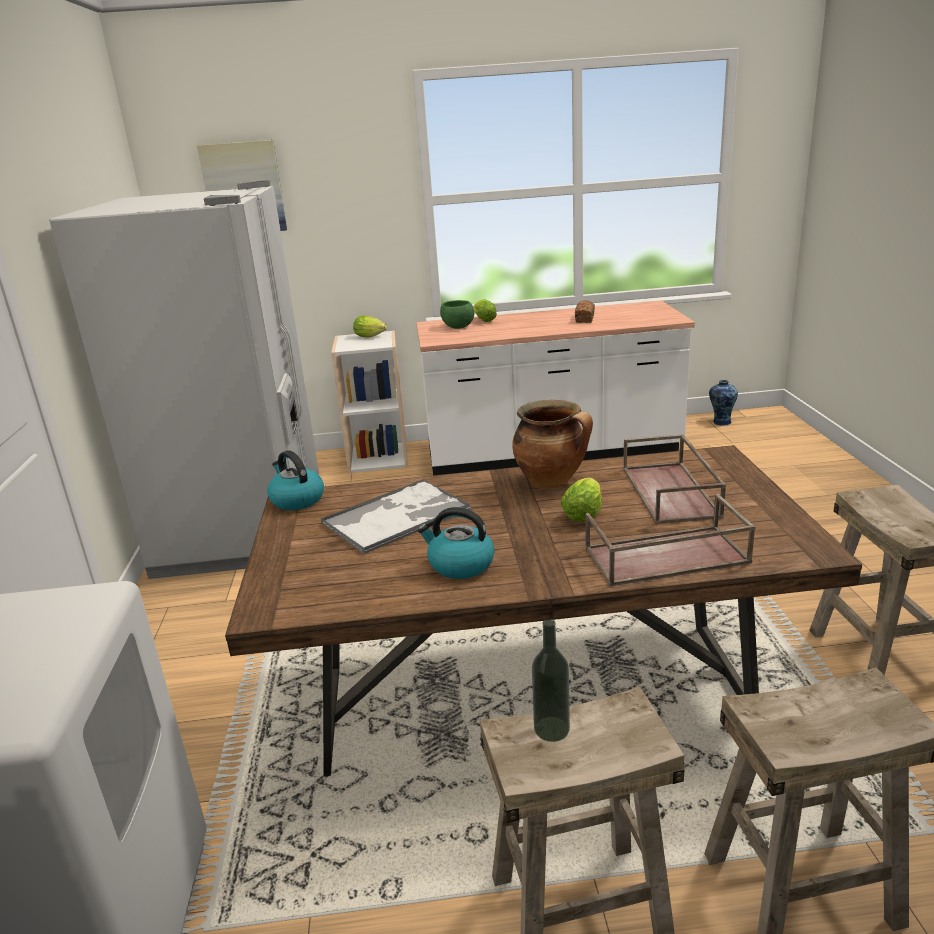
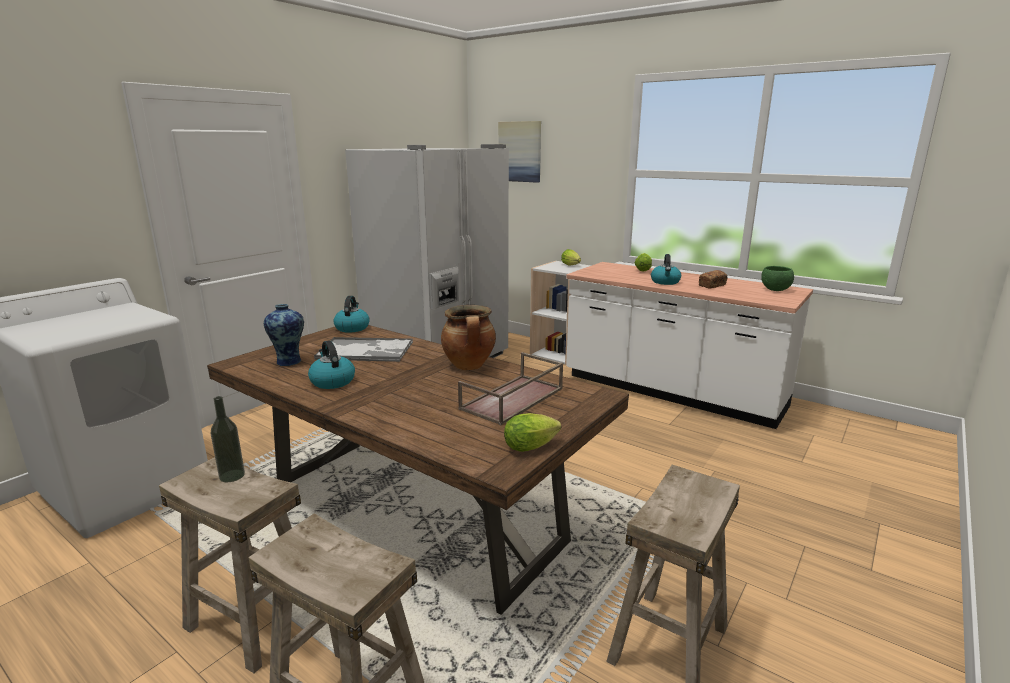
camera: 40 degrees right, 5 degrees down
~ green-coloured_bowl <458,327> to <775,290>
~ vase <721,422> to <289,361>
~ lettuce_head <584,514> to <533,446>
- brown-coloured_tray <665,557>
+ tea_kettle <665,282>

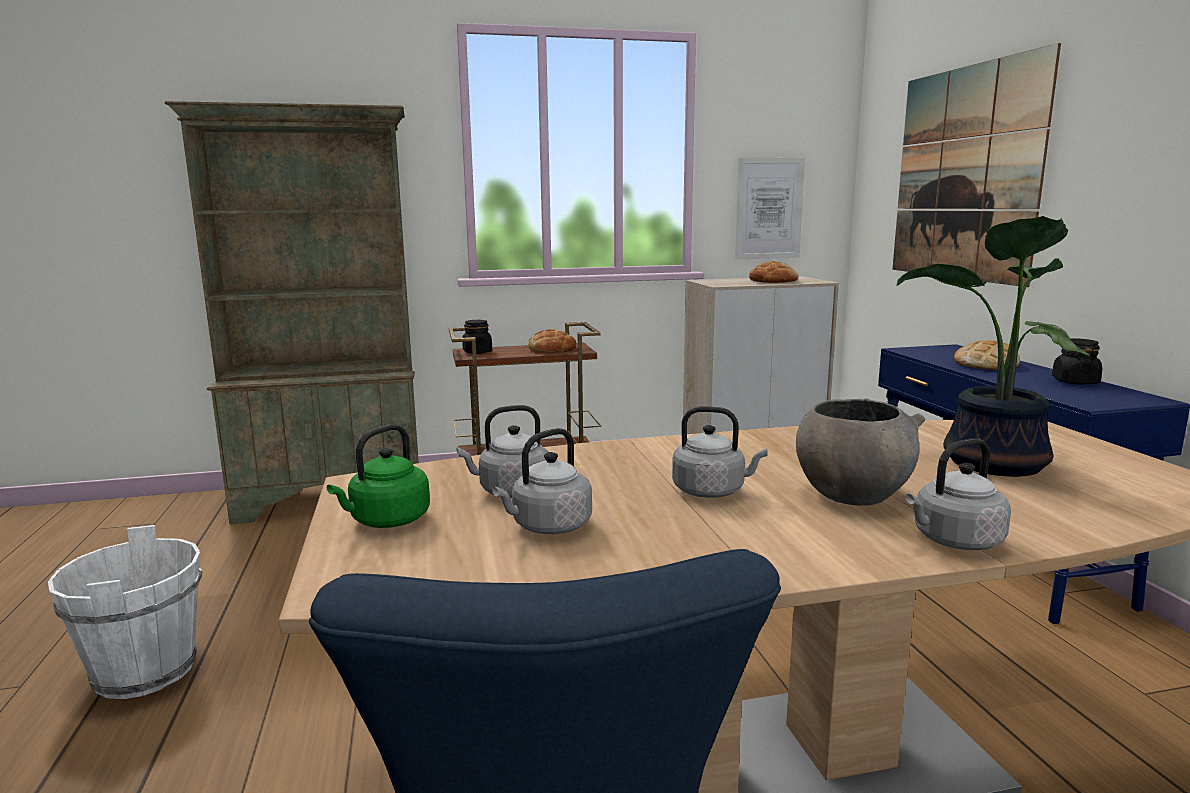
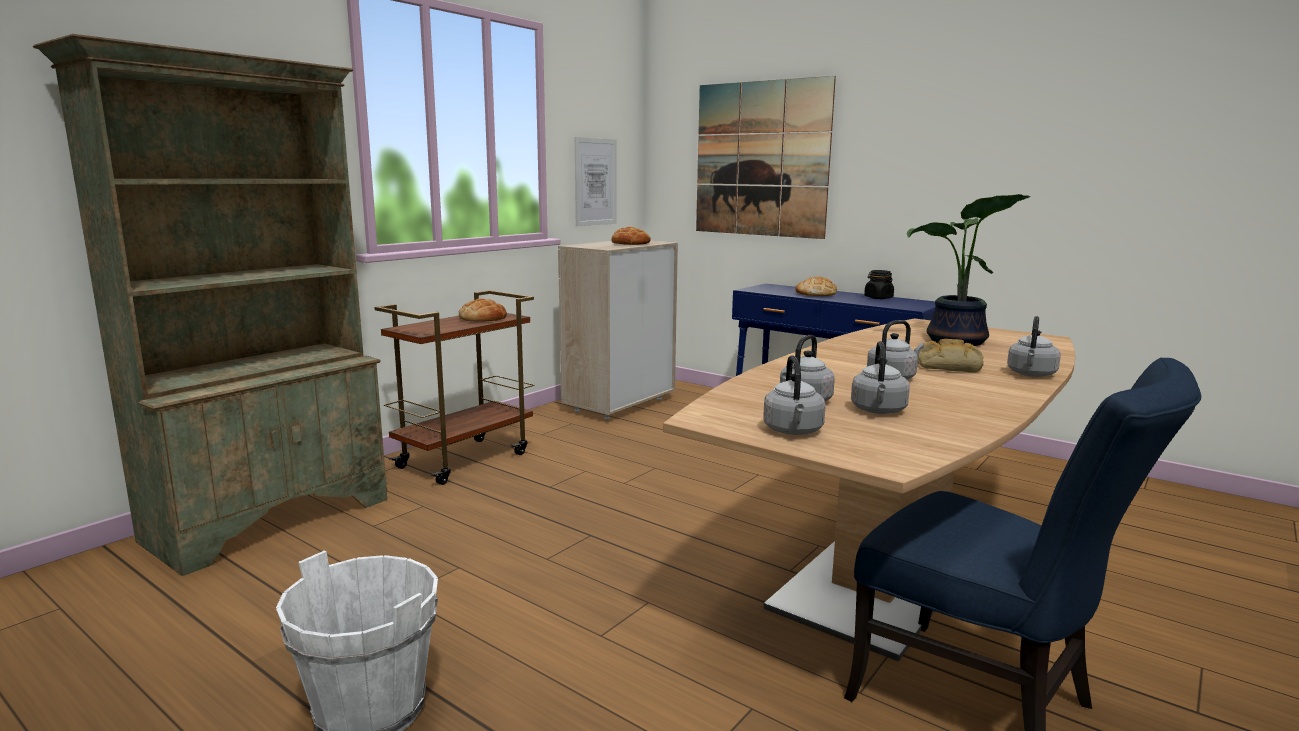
camera: 40 degrees left, 0 degrees up
- blackish_preserve_jar <477,352>
~ greyish_bowl <851,494> to baked_bread <947,366>
~ green-coloured_tea_kettle <386,521> to greyish_tea_kettle <793,431>

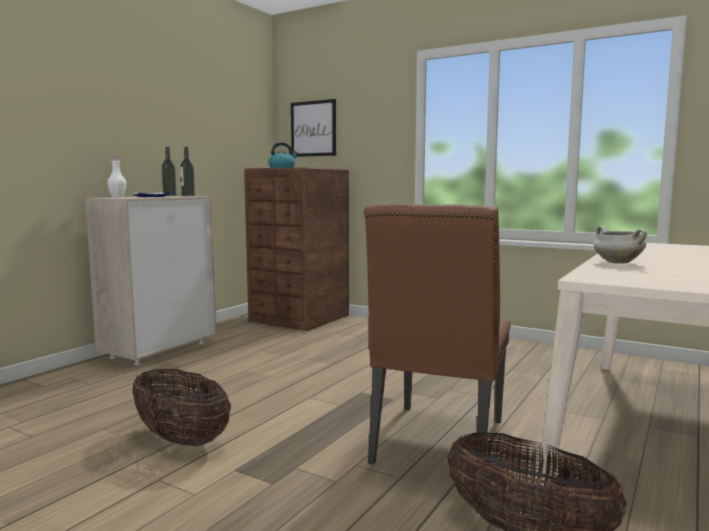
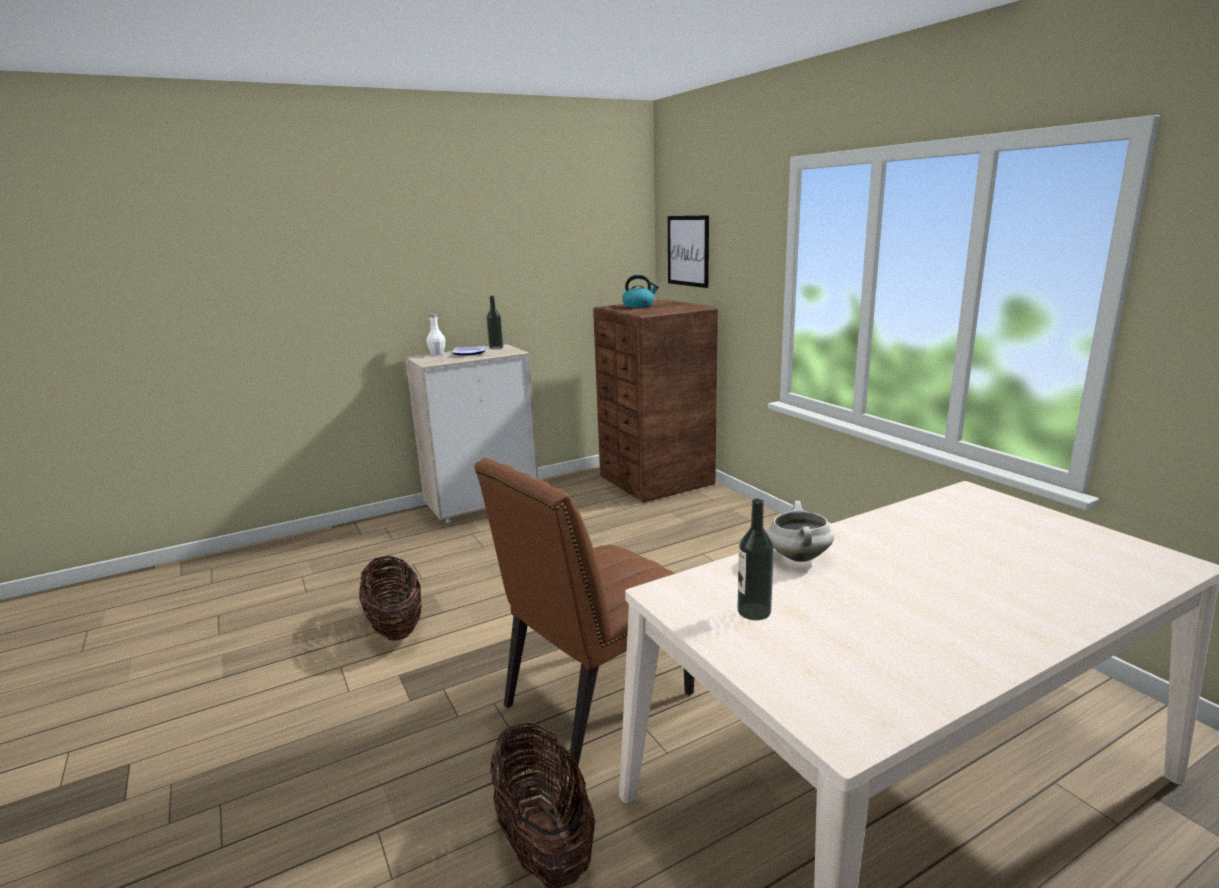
camera: 30 degrees right, 10 degrees up
~ bottle <188,196> to <754,611>

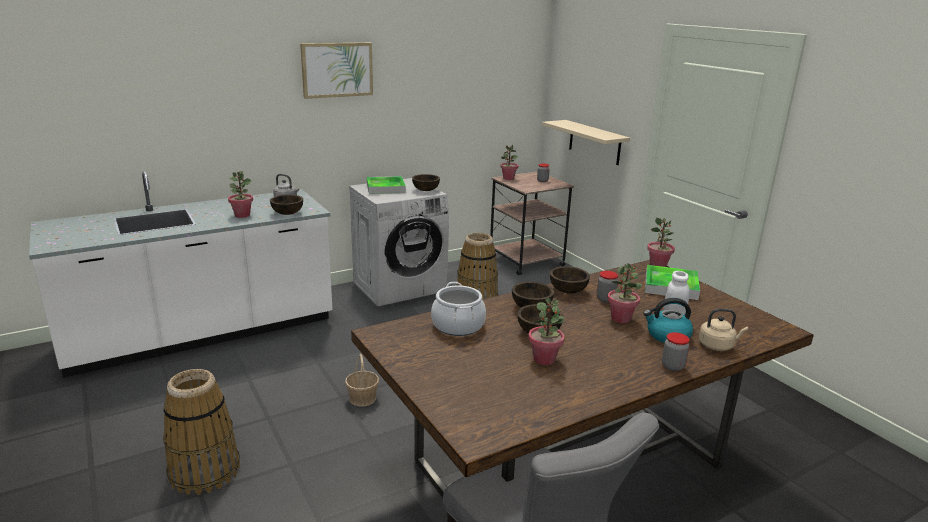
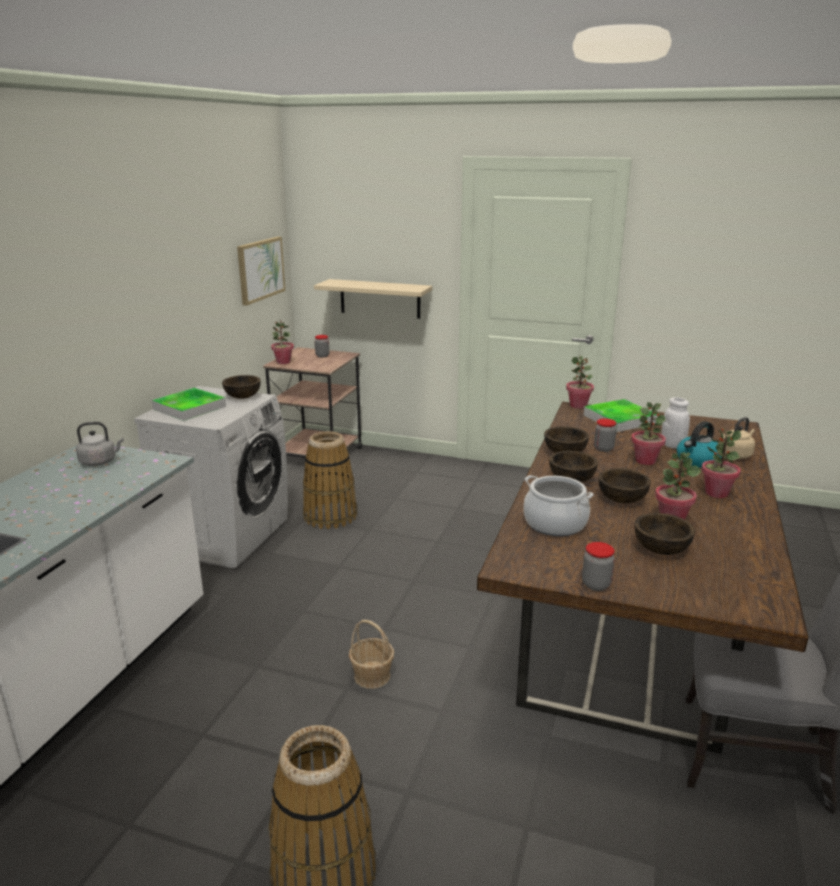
camera: 40 degrees left, 0 degrees up
~ picture <337,70> to <260,269>
~ plant_in_a_pot <242,215> to <716,493>
~ brown-coloured_bowl <288,213> to <661,549>
~ preserve_jar <672,366> to <596,584>

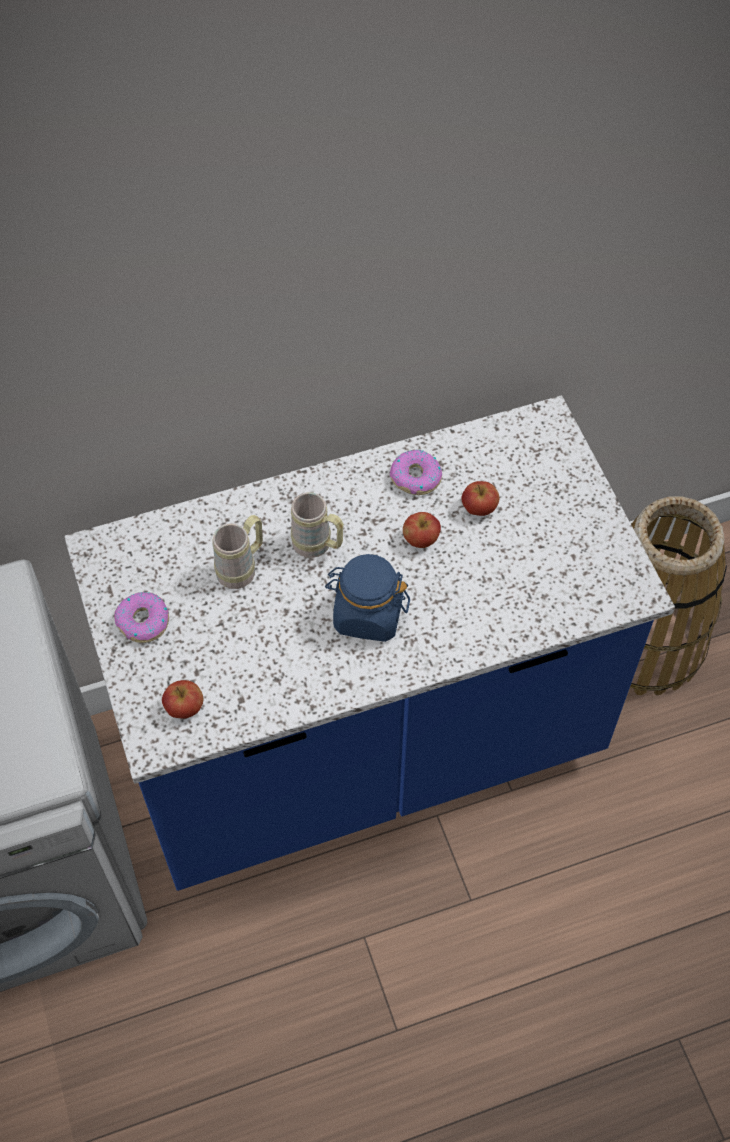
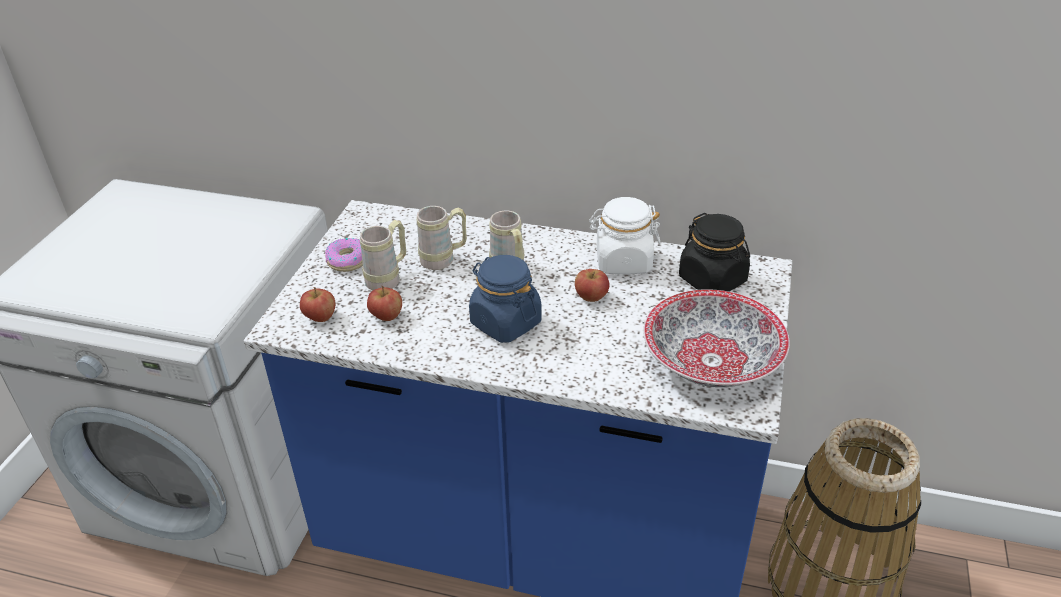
camera: 35 degrees right, 20 degrees down
~ ring_doughnut <415,477> to whitish_preserve_jar <623,261>
~ whole_apple <479,508> to <386,316>
+ blackish_preserve_jar <713,280>
+ sand-coloured_coffee_mug <388,278>
+ bowl <710,361>

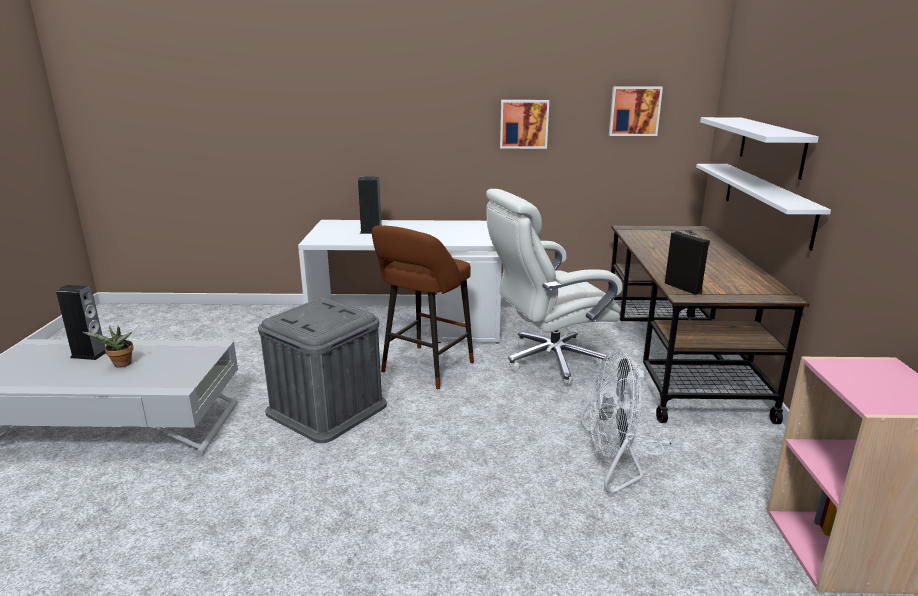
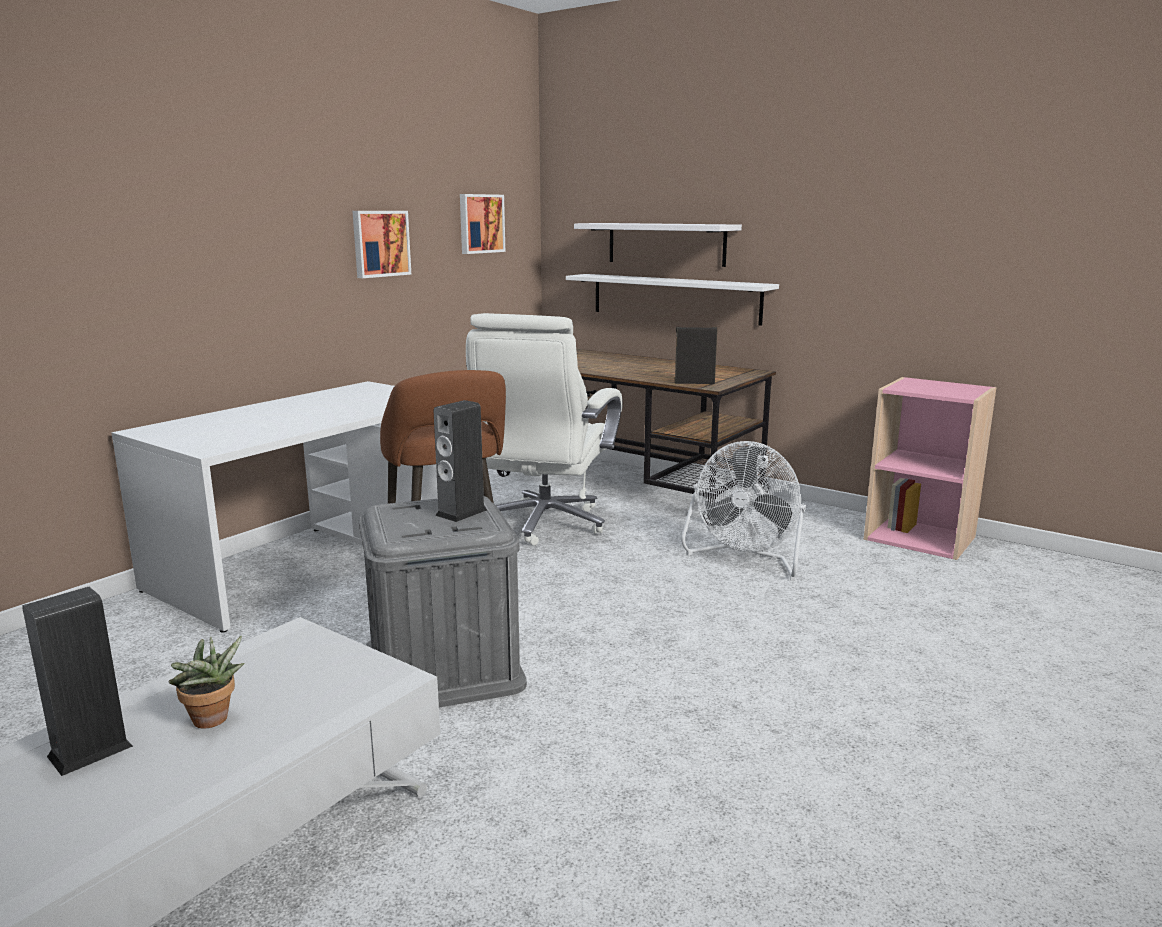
camera: 55 degrees left, 5 degrees down
~ speaker <371,231> to <461,513>

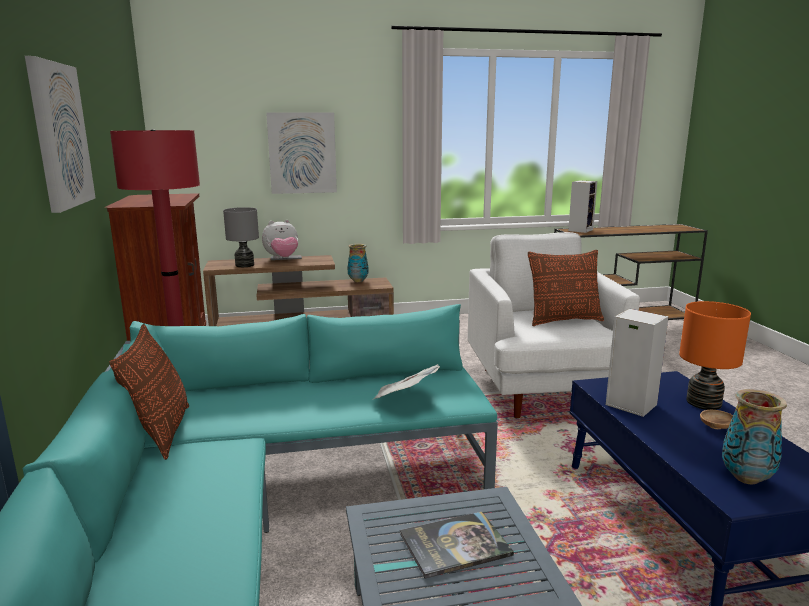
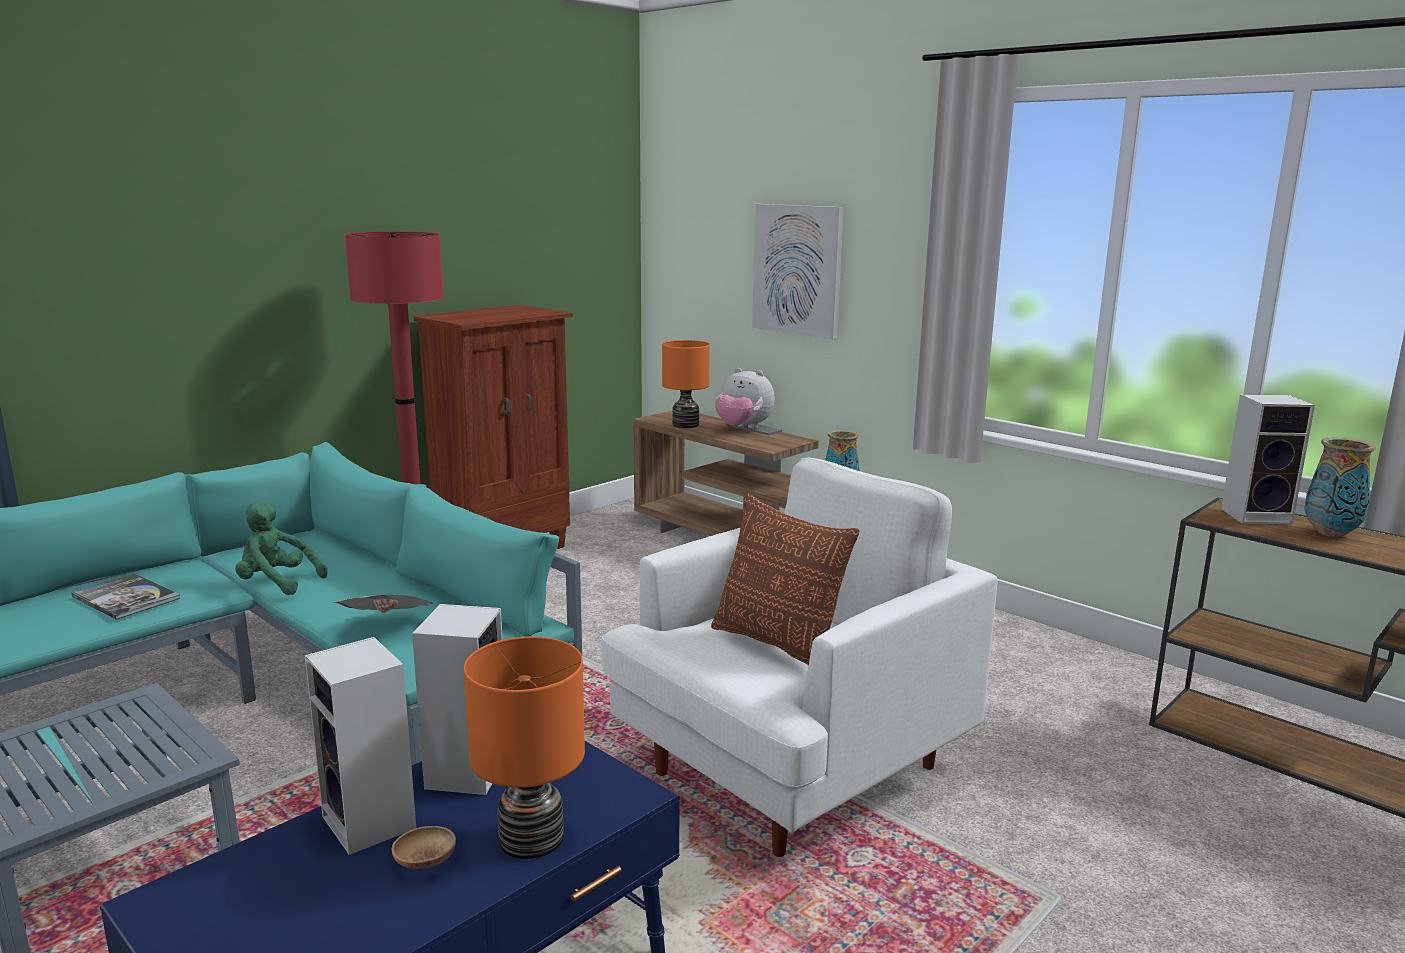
camera: 55 degrees right, 0 degrees up
- picture <59,135>
~ greyish_table_lamp <245,265> to orangey_table_lamp <685,425>
- brown-coloured_pillow <161,433>
~ vase <746,479> to <1330,533>
~ volume <455,545> to <126,598>
+ green-coloured_soft_toy <277,583>
+ speaker <372,824>

